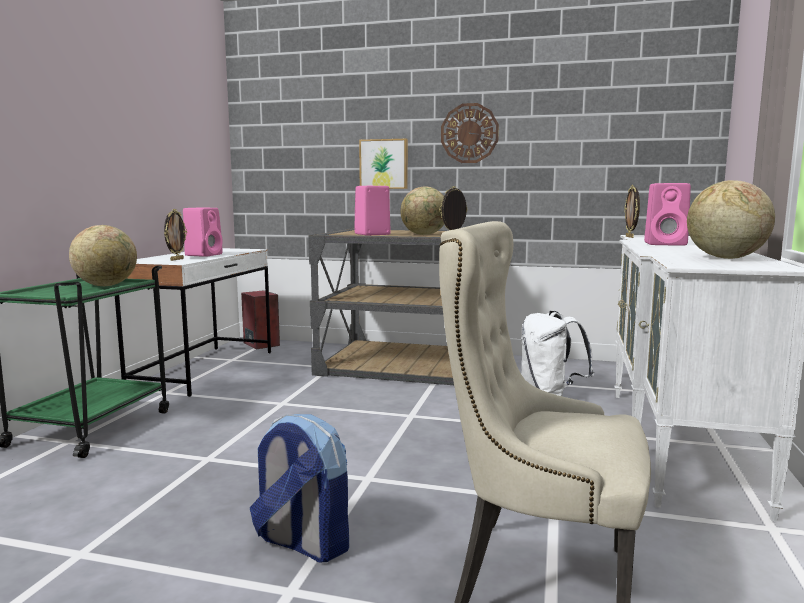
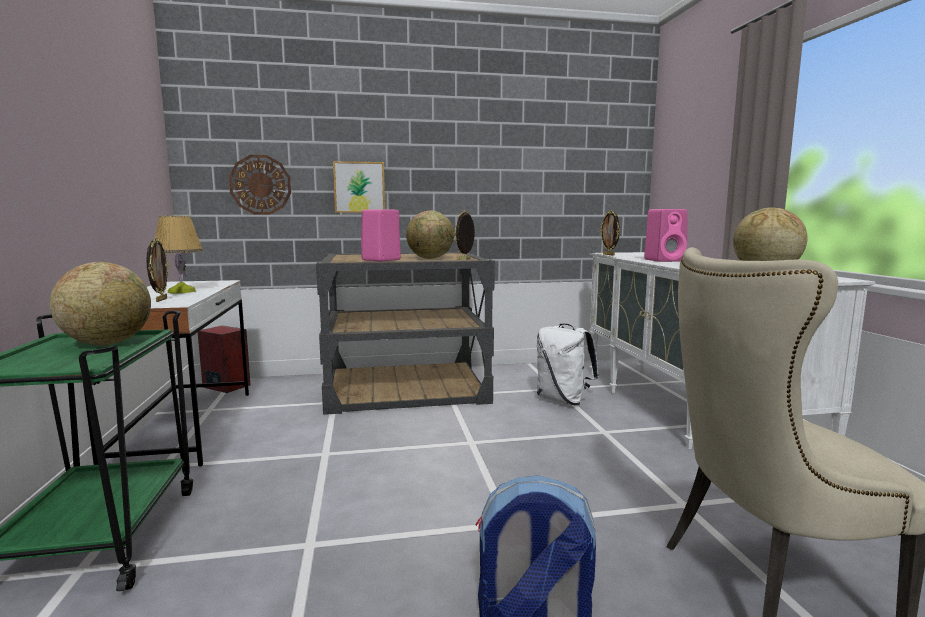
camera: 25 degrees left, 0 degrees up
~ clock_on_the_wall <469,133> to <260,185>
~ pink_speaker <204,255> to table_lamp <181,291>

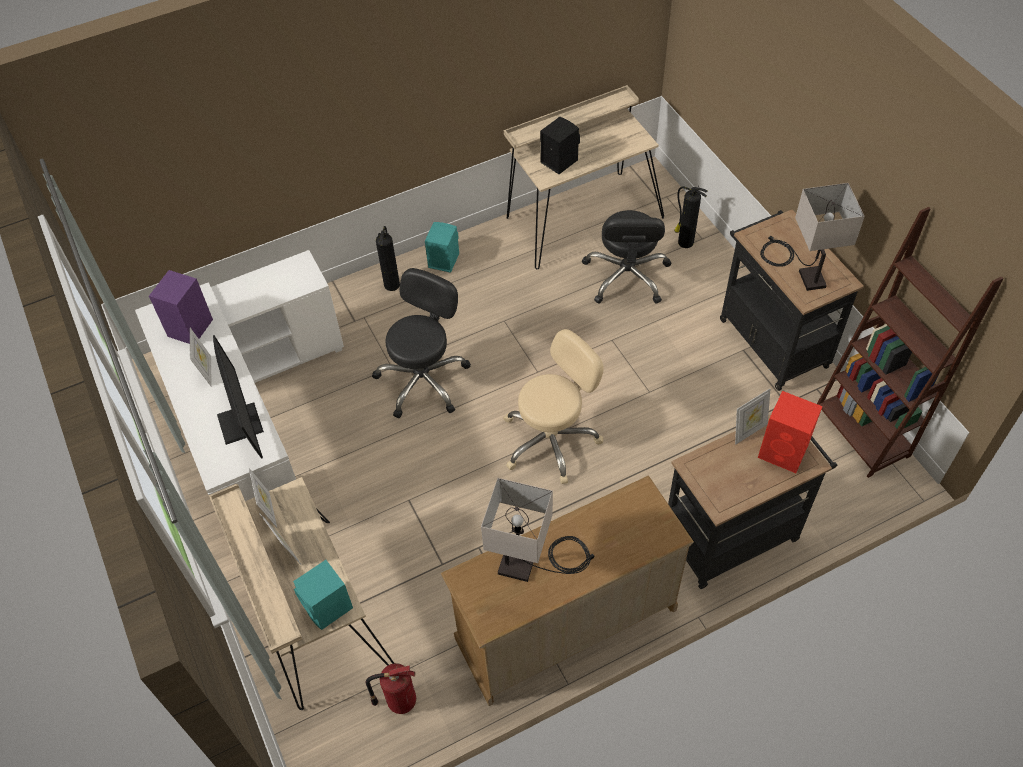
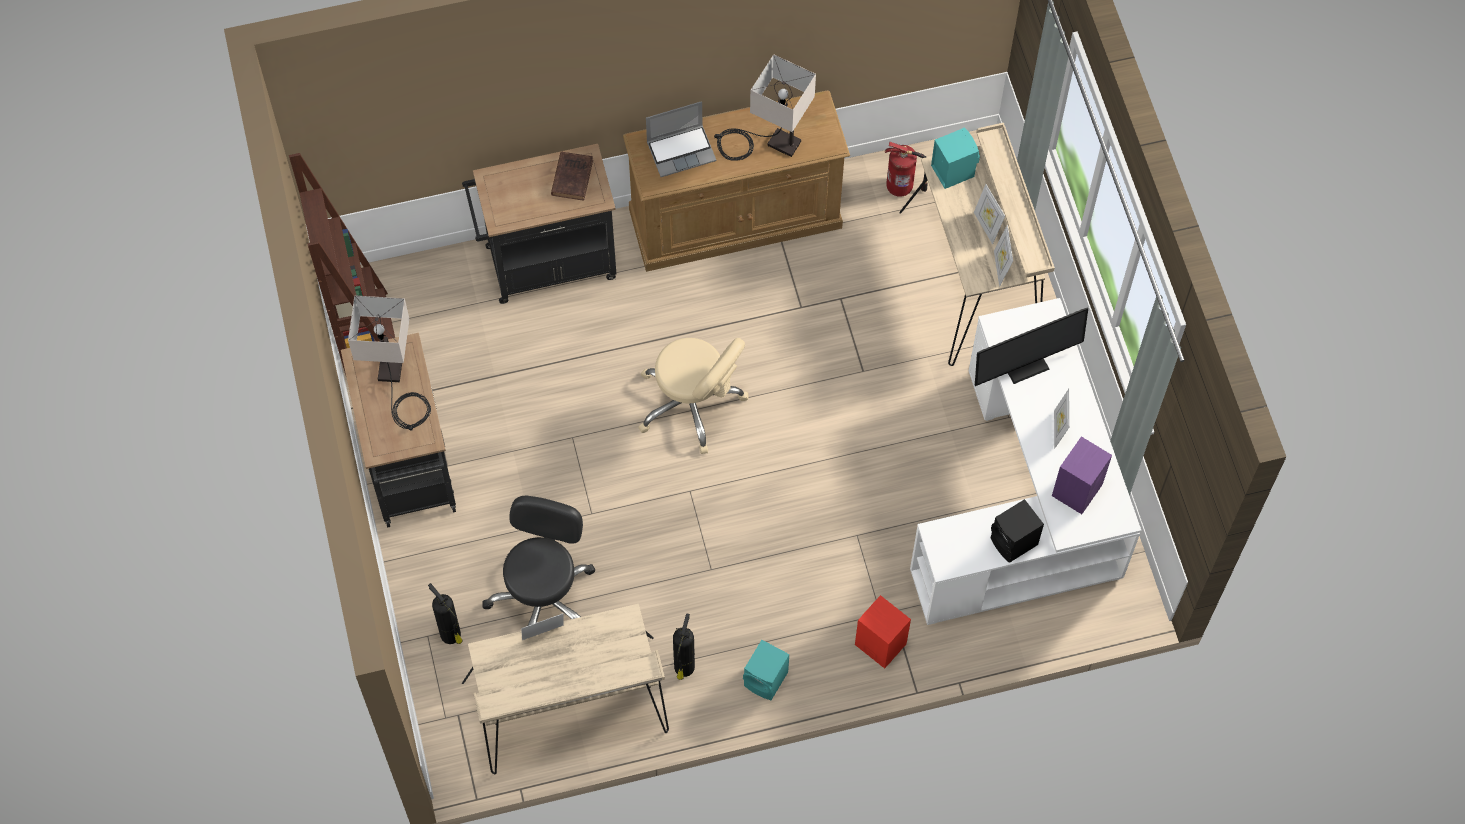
camera: 170 degrees left, 10 degrees up
~ blackish_speaker <558,160> to <1014,543>
~ extinguisher <392,284> to <684,668>
- blackish_computer_chair <425,377>
~ sand-coloured_computer_chair <553,438> = <694,406> 120 degrees counterclockwise
~ computer_screen <241,422> = <1023,361> 105 degrees counterclockwise
~ picture_frame <748,431> to <544,636>
~ red_speaker <784,452> to <879,643>
+ notebook_computer <681,150>
+ brown-coloured_volume <572,176>

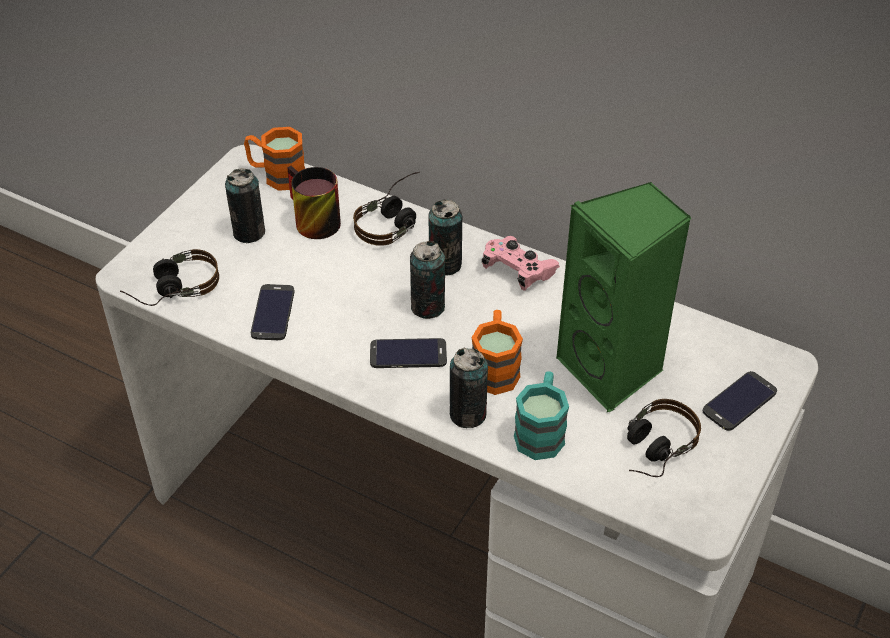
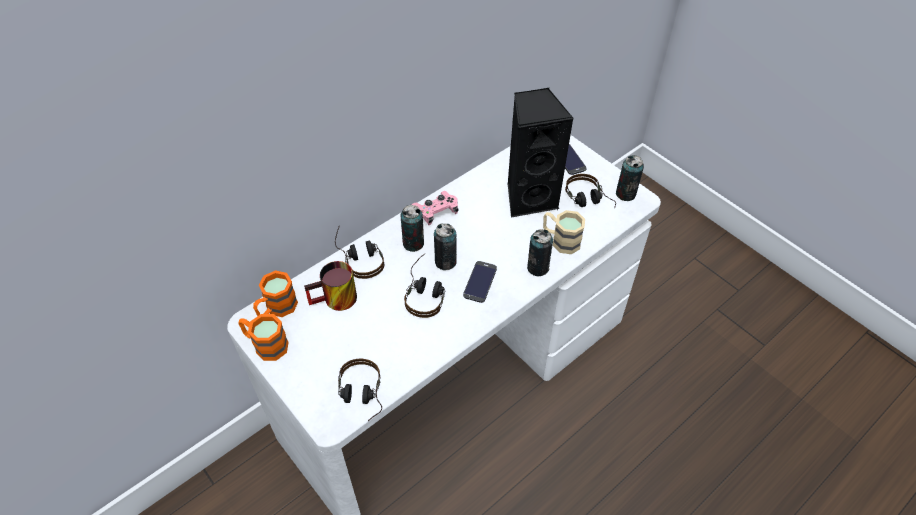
camera: 70 degrees left, 5 degrees up
~ sealed_can <249,232> to <625,194>
~ green-coloured_speaker <613,370> to blackish_speaker <529,198>
- handset <273,312>
~ orangey_coffee_mug <495,367> to <266,344>
~ blue-green_coffee_mug <541,430> to sand-coloured_coffee_mug <560,240>
+ pair_of_headphones <426,292>

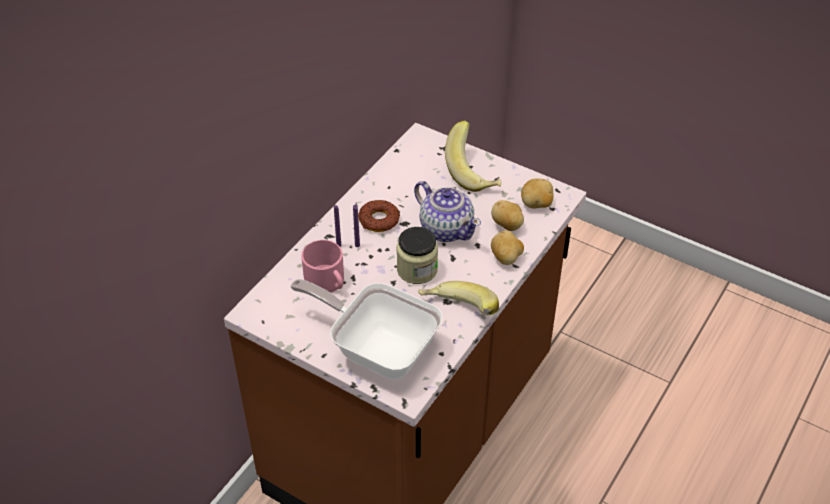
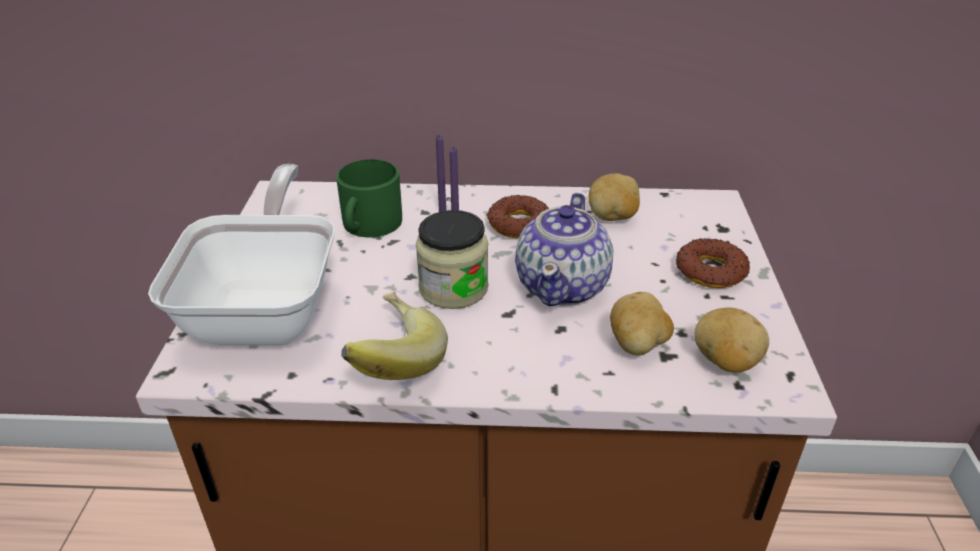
camera: 60 degrees right, 10 degrees down
~ banana <474,173> to ring_doughnut <710,271>
~ potato <506,258> to <612,217>
~ pink_coffee_mug <327,282> to green-coloured_coffee_mug <368,225>

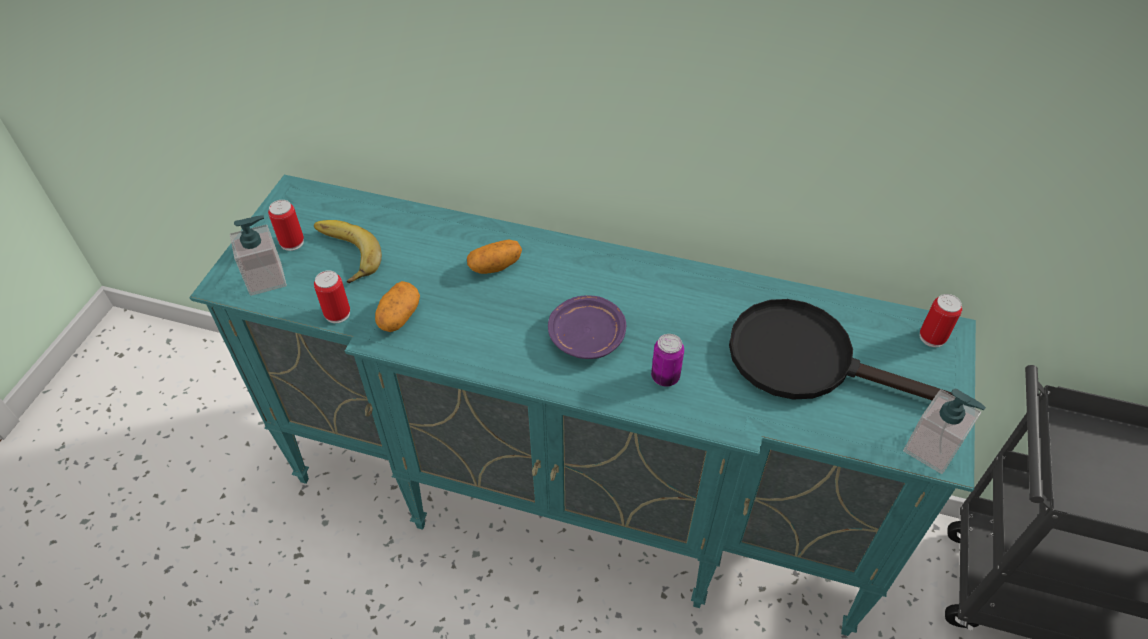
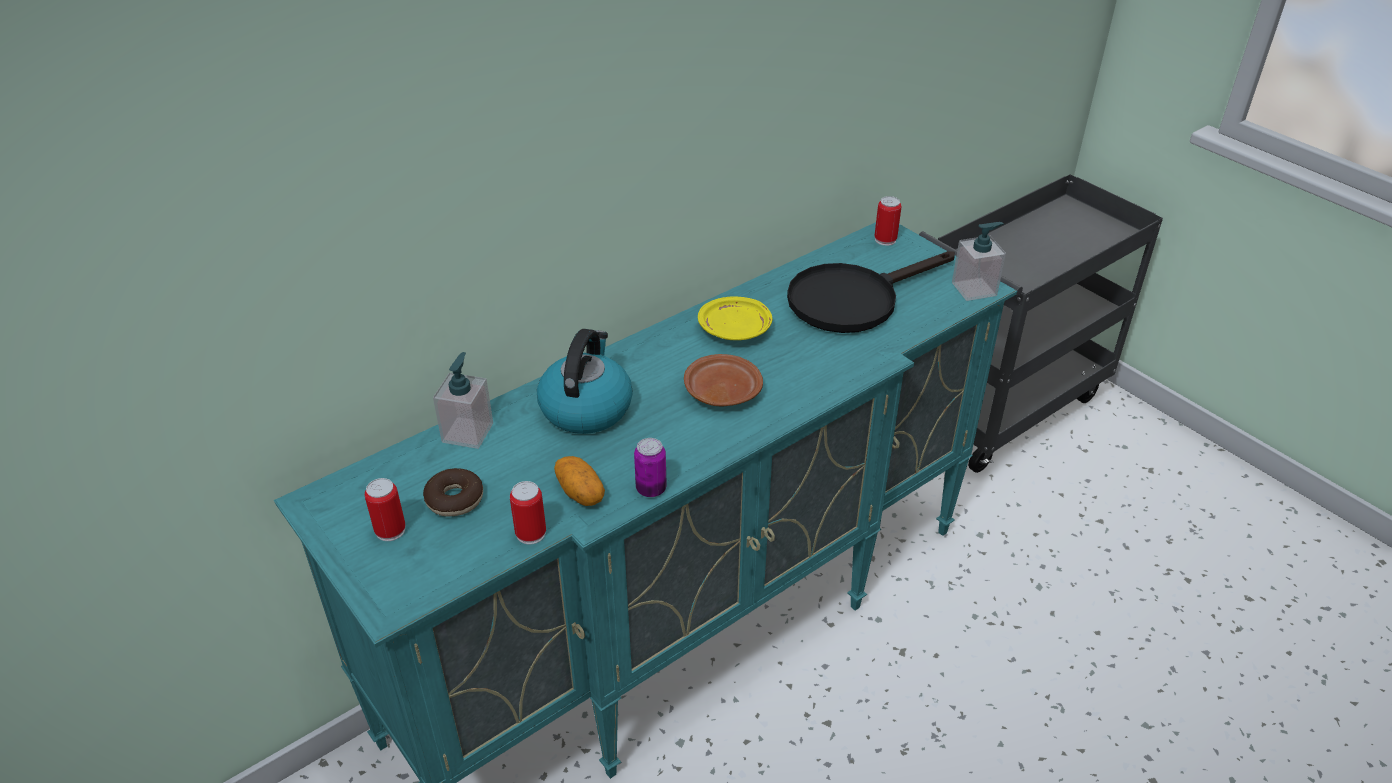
camera: 55 degrees left, 10 degrees down
~ soap_dispenser <266,278> to <468,432>
~ banana <343,255> to ring_doughnut <454,499>
~ potato <495,266> to tea_kettle <586,407>
~ purple_dinner_plate <586,335> to brown-coloured_dinner_plate <721,391>
~ sealed_can <665,377> to <651,489>
+ yellowish_dinner_plate <735,329>

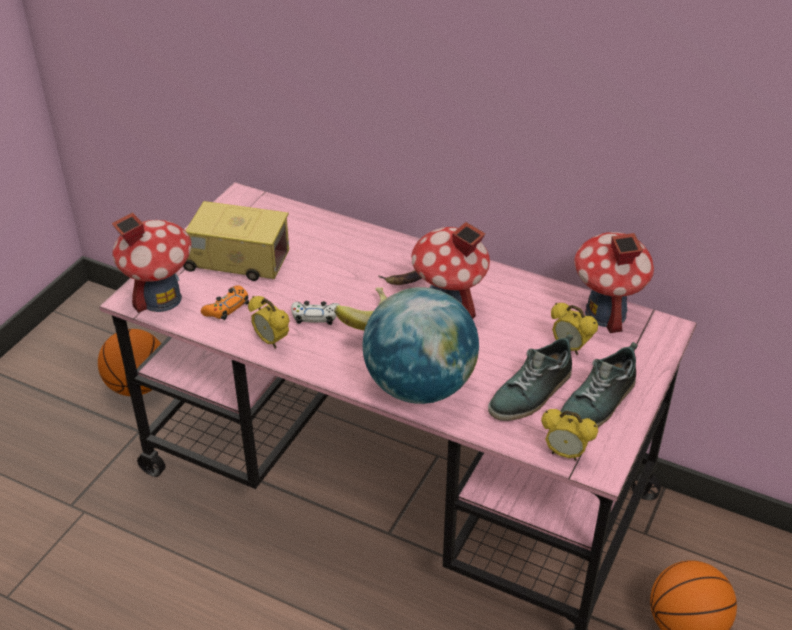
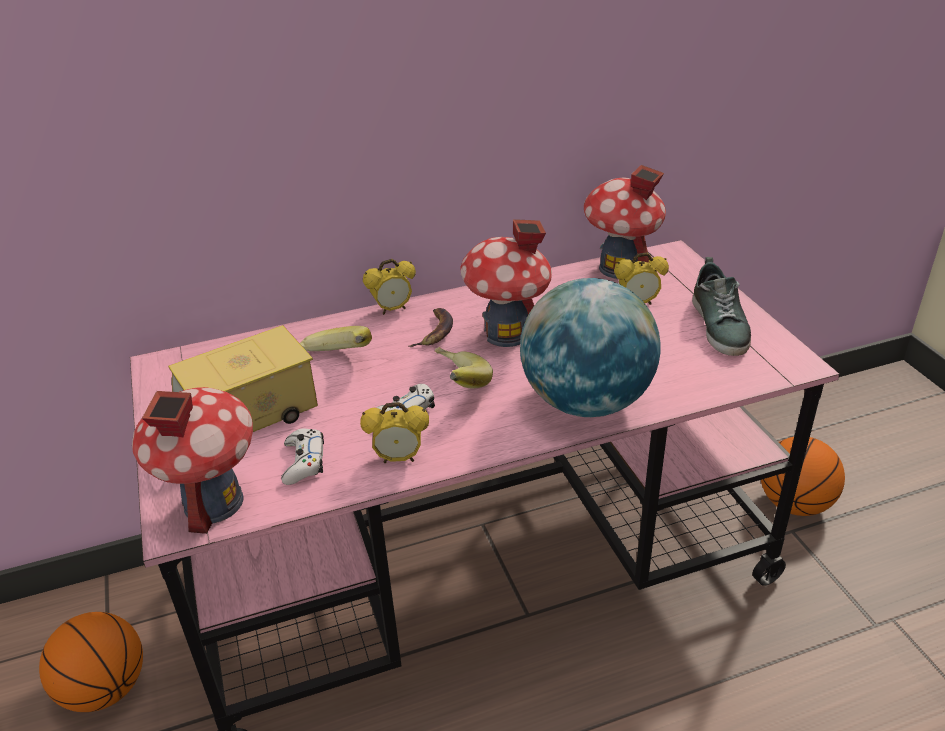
camera: 45 degrees left, 5 degrees down
~ orangey_joypad <226,308> to whitish_joypad <304,462>
- item_of_footwear <532,393>
~ bedside_clock <565,453> to <392,309>
+ banana <330,363>

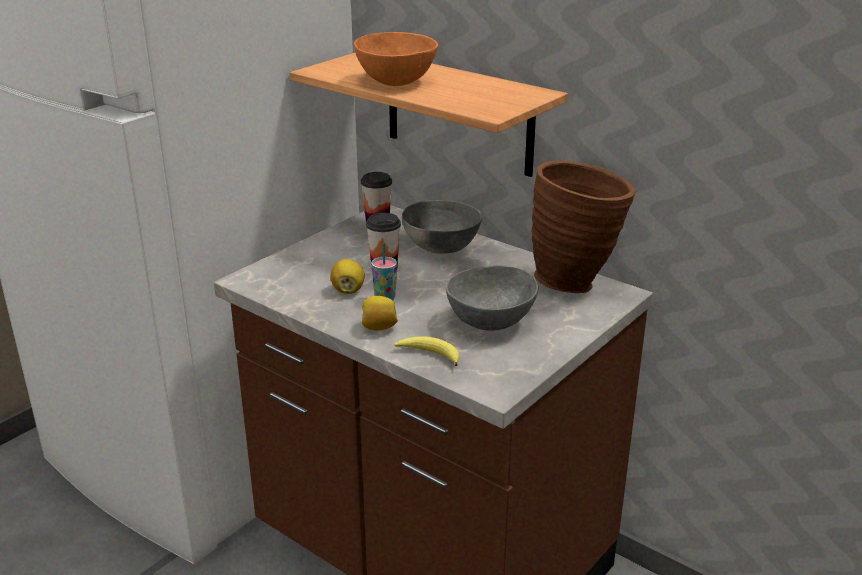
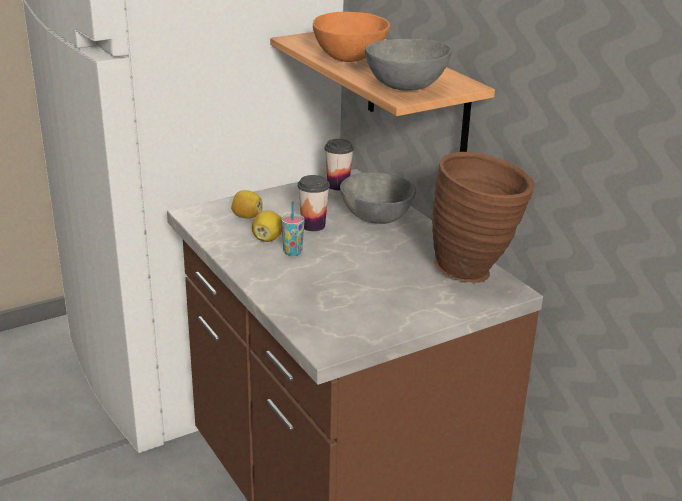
camera: 20 degrees right, 0 degrees up
~ greyish_bowl <493,322> to <407,87>
~ citrus_fruit <379,327> to <247,217>
- banana <430,355>

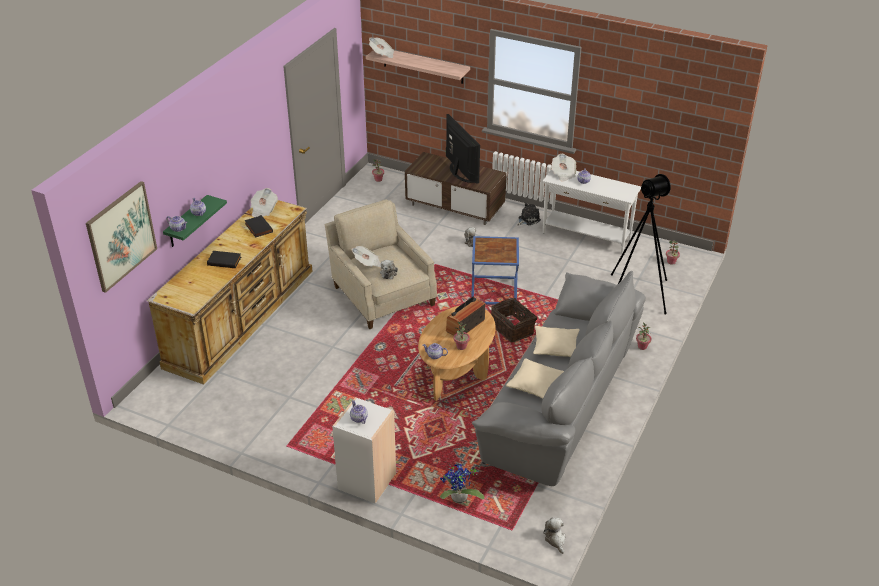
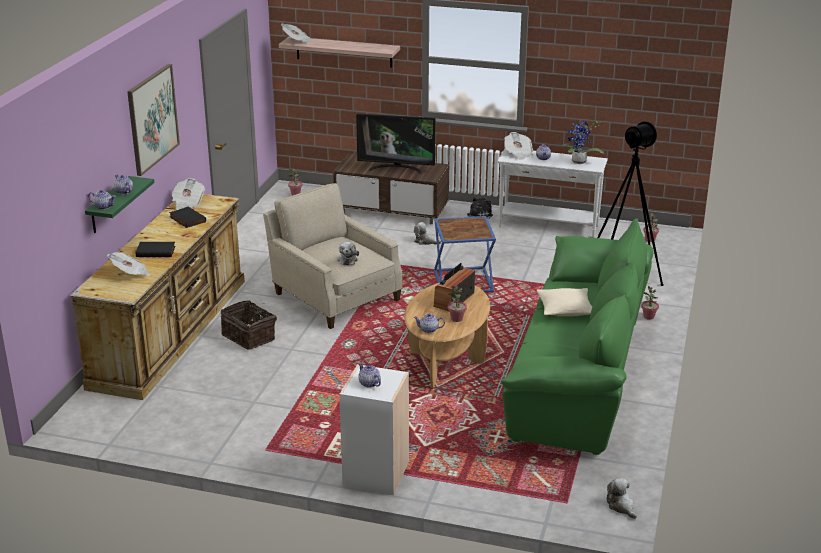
camera: 10 degrees left, 10 degrees down
~ television <459,173> = <396,168> 135 degrees clockwise
~ picture <121,236> to <152,118>
~ newspaper <367,263> to <130,274>
~ greyish_settee <558,408> to green-coloured_settee <576,381>
~ household_basket <513,329> to <249,337>
- sand-coloured_pillow <535,385>
~ plant_in_a_pot <458,500> to <578,162>

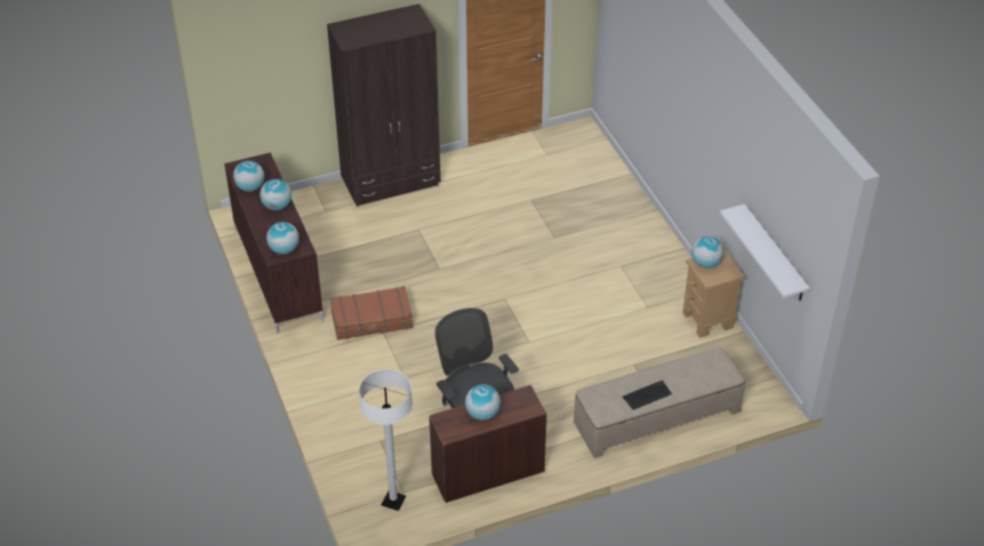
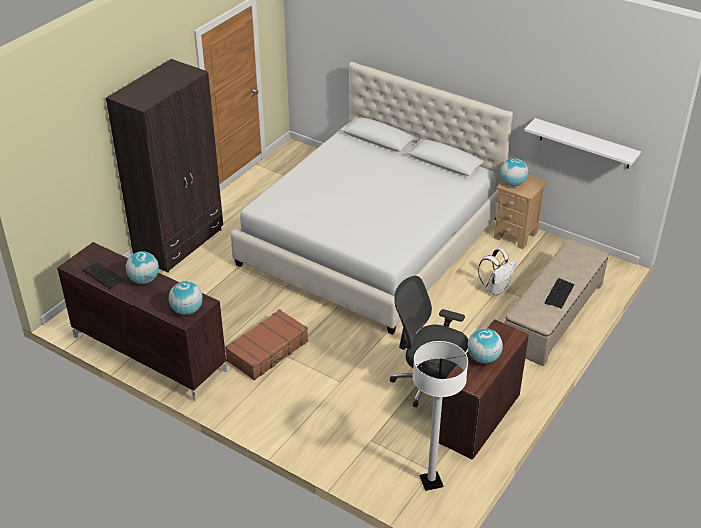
camera: 35 degrees left, 5 degrees down
~ world_globe <250,187> to computer_keyboard <103,276>
+ whitish_sleeping_bed <371,241>
+ whitish_knapsack <496,289>

